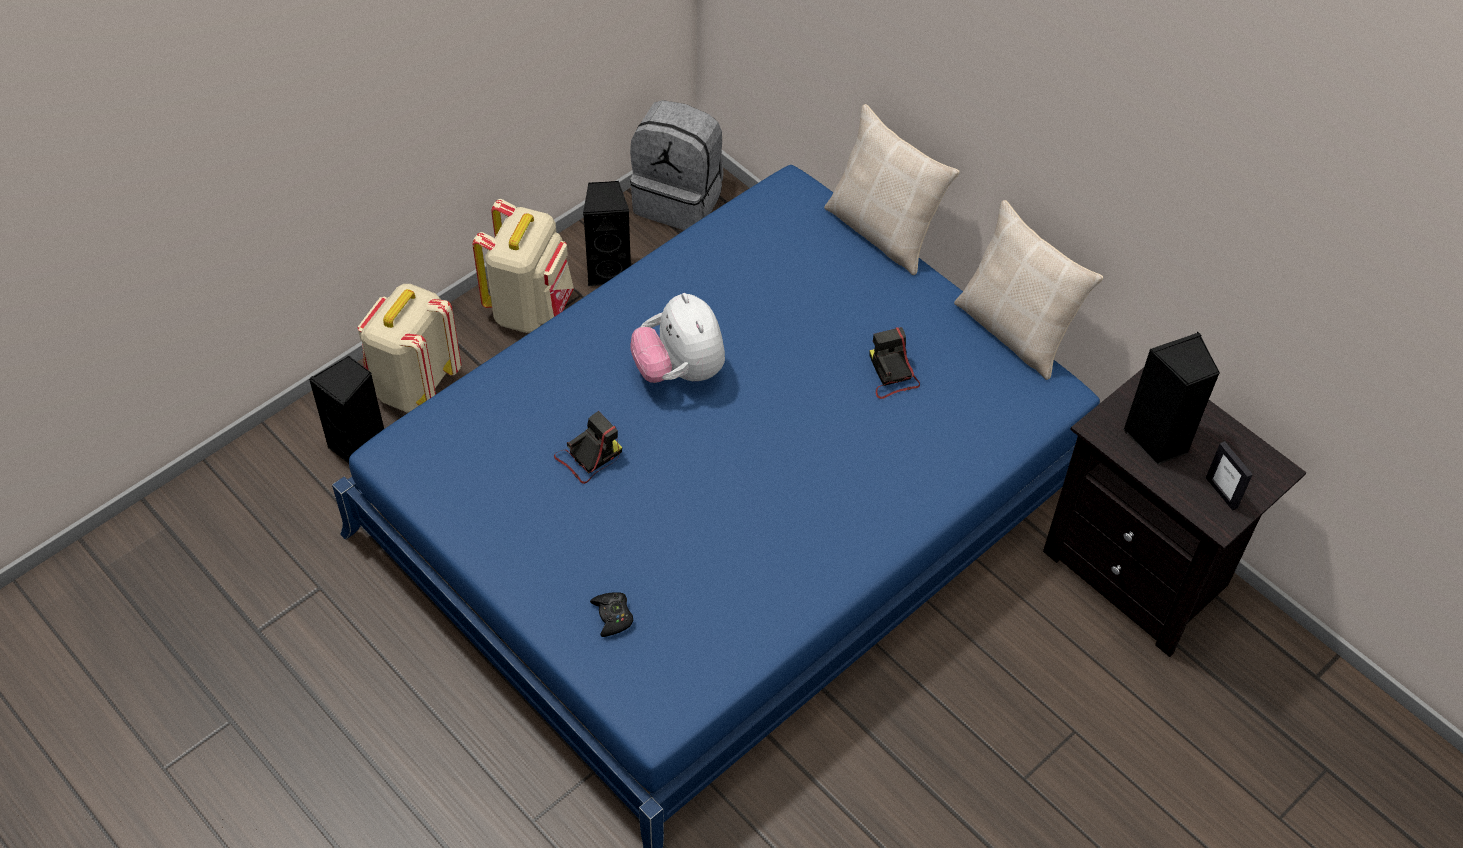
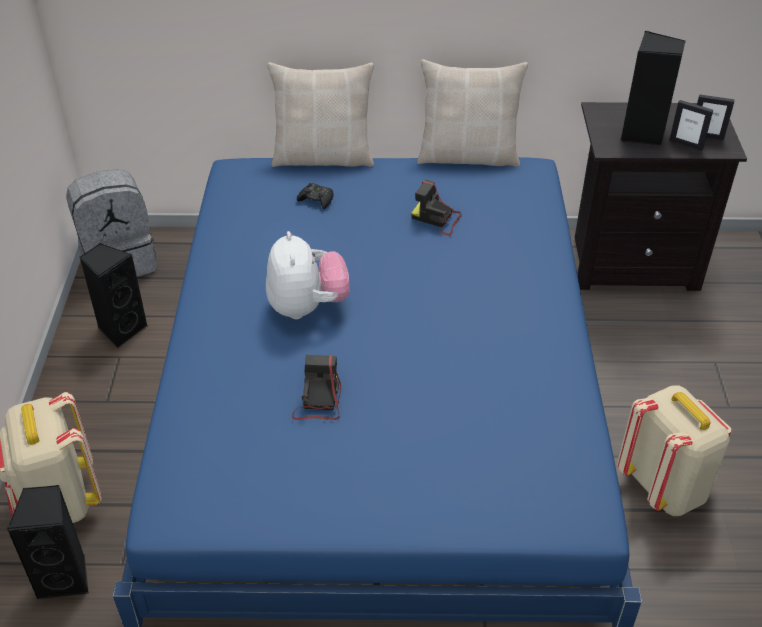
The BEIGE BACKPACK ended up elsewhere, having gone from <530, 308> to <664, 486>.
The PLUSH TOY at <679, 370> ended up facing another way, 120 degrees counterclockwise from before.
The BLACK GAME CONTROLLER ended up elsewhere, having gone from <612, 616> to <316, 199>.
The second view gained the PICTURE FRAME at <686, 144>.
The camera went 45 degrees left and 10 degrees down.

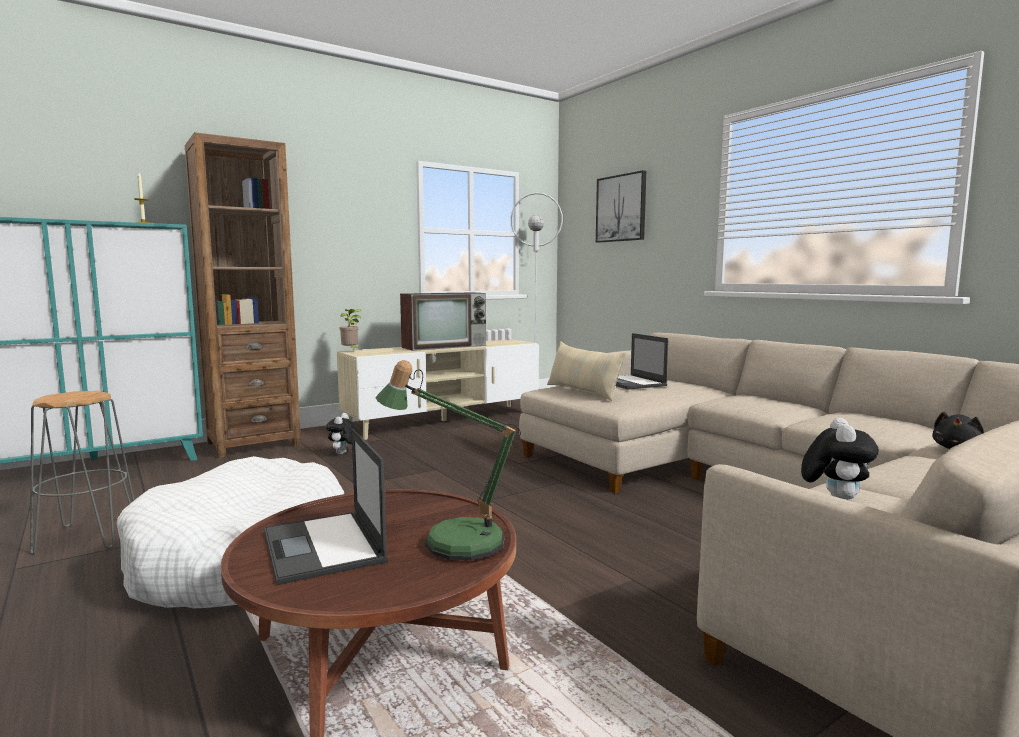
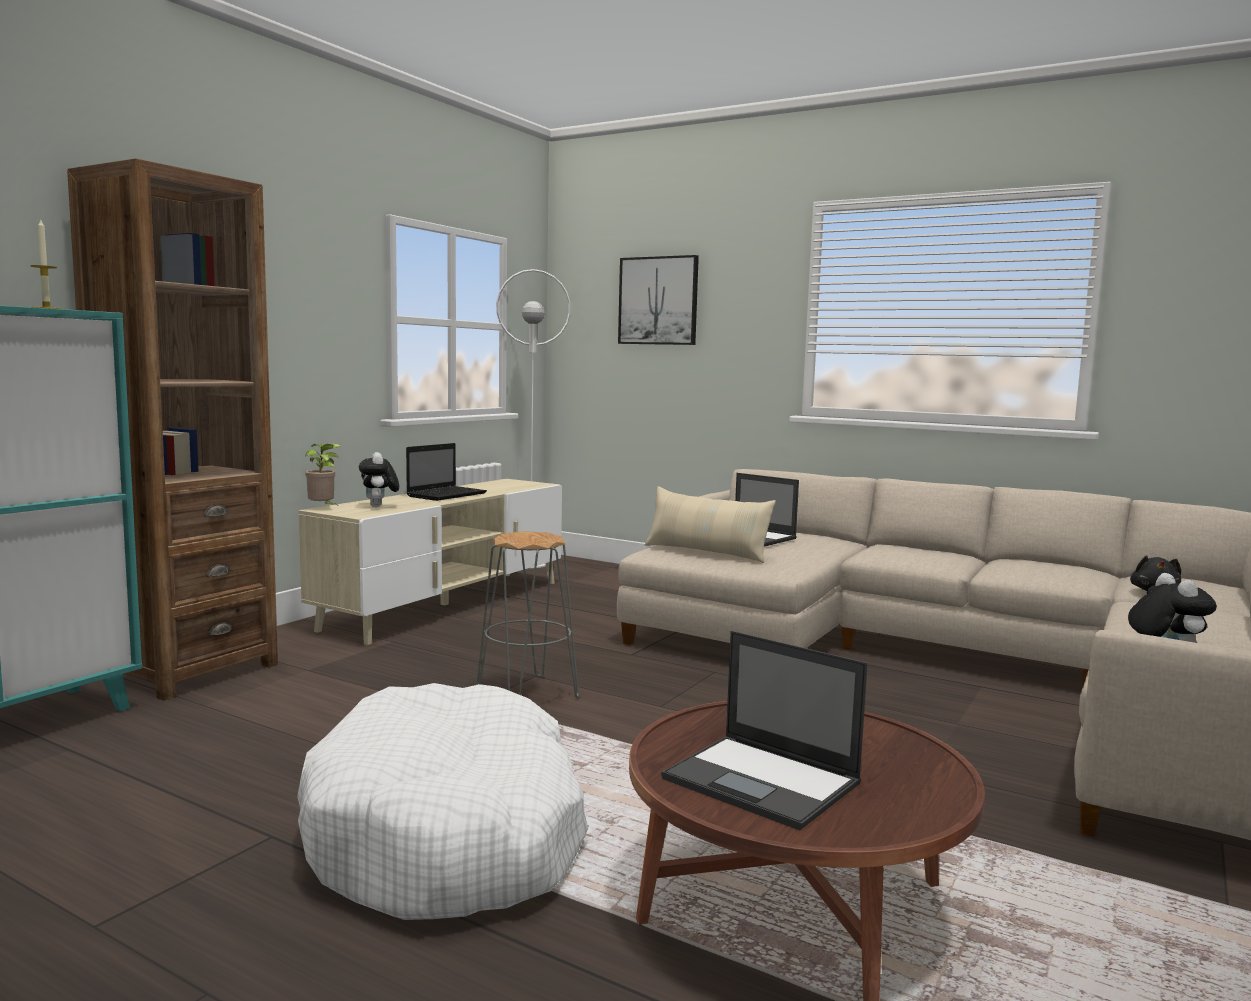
Where the TELEVISION stood at <445, 346>, the LAPTOP came to stand at <447, 495>.
The second view lost the TABLE LAMP at <452, 539>.
The GREY STOOL ended up elsewhere, having gone from <87, 537> to <527, 694>.
The PLUSH TOY ended up elsewhere, having gone from <343, 454> to <379, 506>.
The camera went 25 degrees left and 0 degrees up.

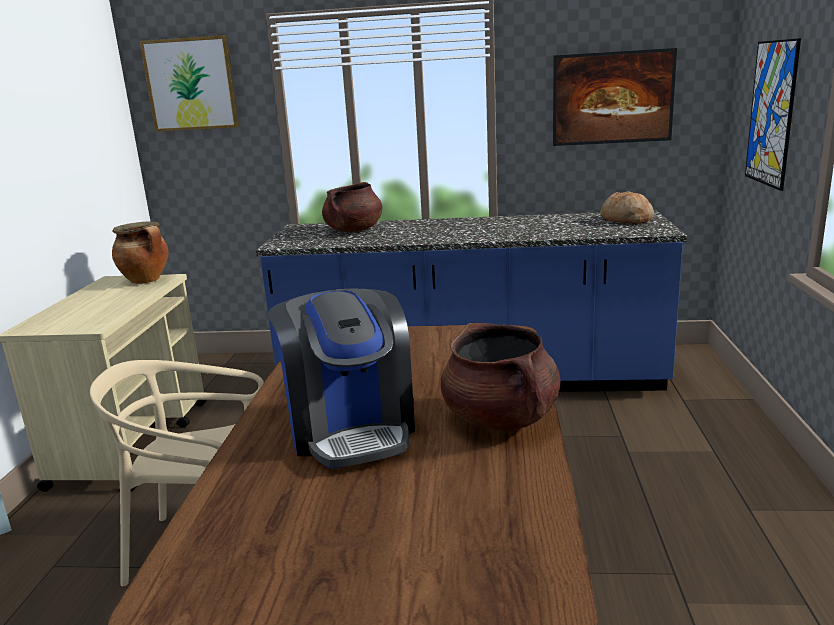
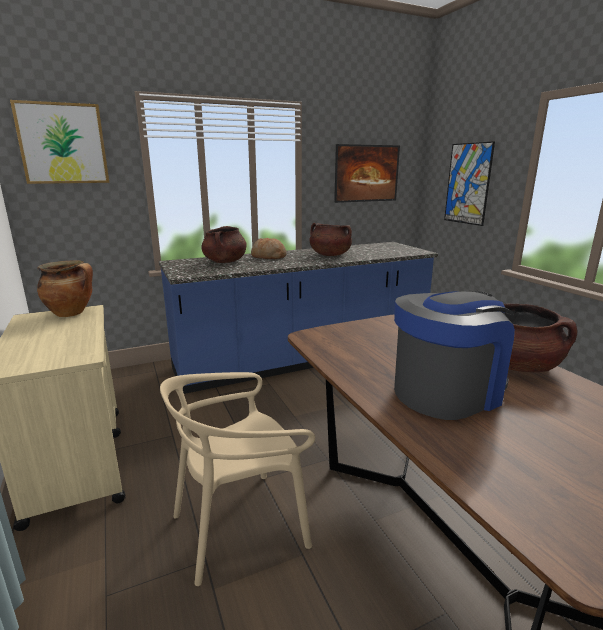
The BREAD ended up elsewhere, having gone from <626, 220> to <268, 257>.
The COFFEE MACHINE at <350, 428> ended up facing another way, 75 degrees counterclockwise from before.
The second view gained the BROWN COOKING POT at <329, 255>.
The camera went 30 degrees left and 0 degrees up.

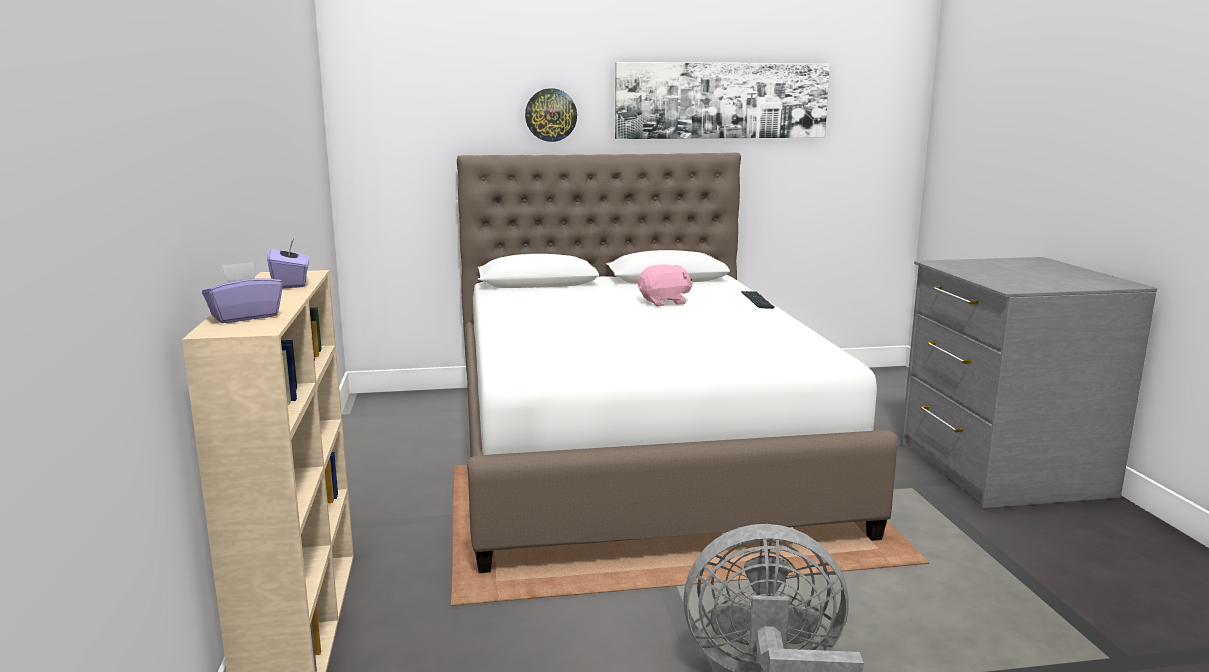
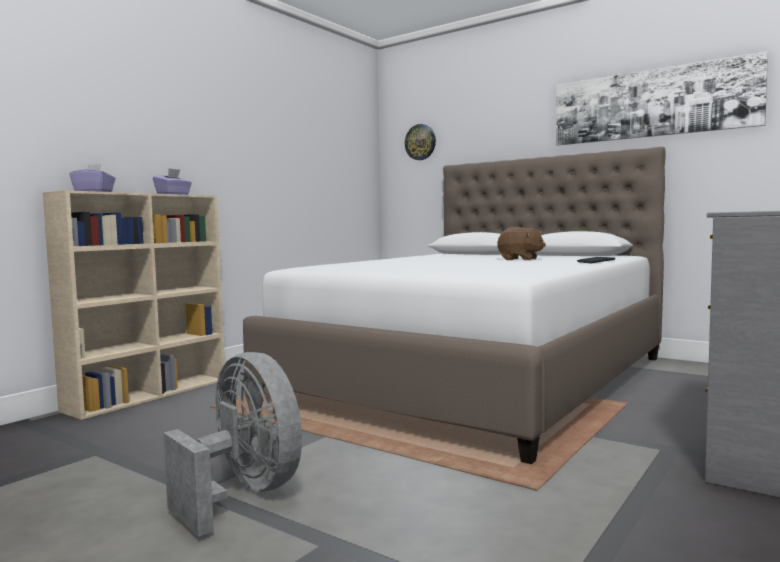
The WALL CLOCK ended up elsewhere, having gone from <551, 115> to <420, 142>.
What was the PINK PLUSH TOY at <664, 302> turned into the BROWN PLUSH TOY at <520, 259>.
The camera went 45 degrees right and 10 degrees down.

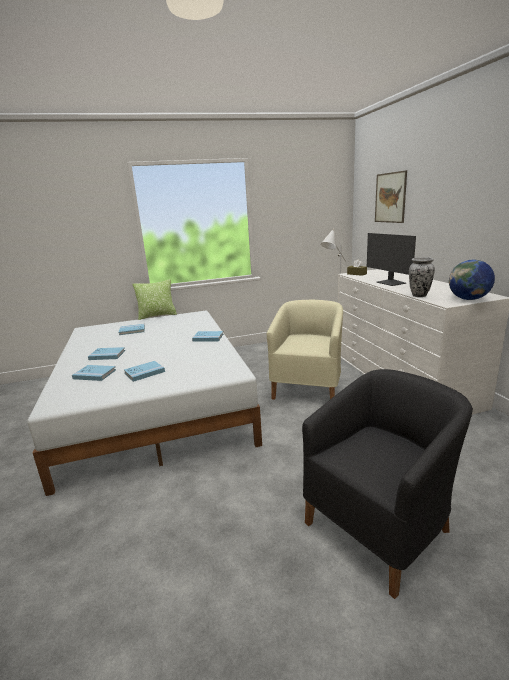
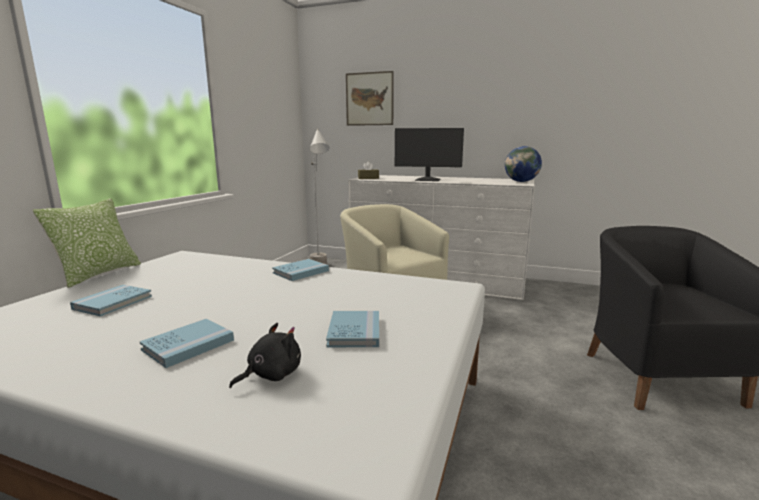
The second view lost the VASE at <419, 295>.
Where the BLUE BOOK stood at <94, 374>, the BLACK PLUSH TOY came to stand at <271, 375>.
The camera went 55 degrees left and 5 degrees down.

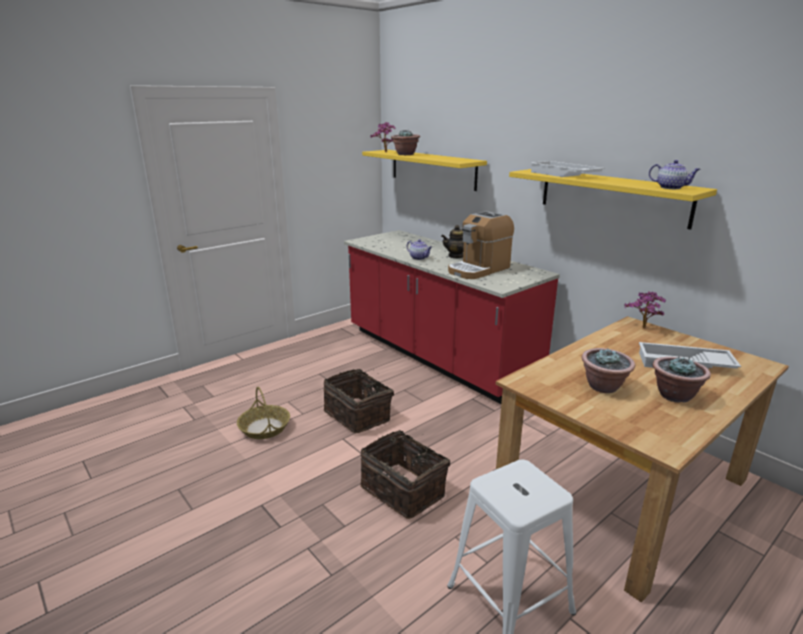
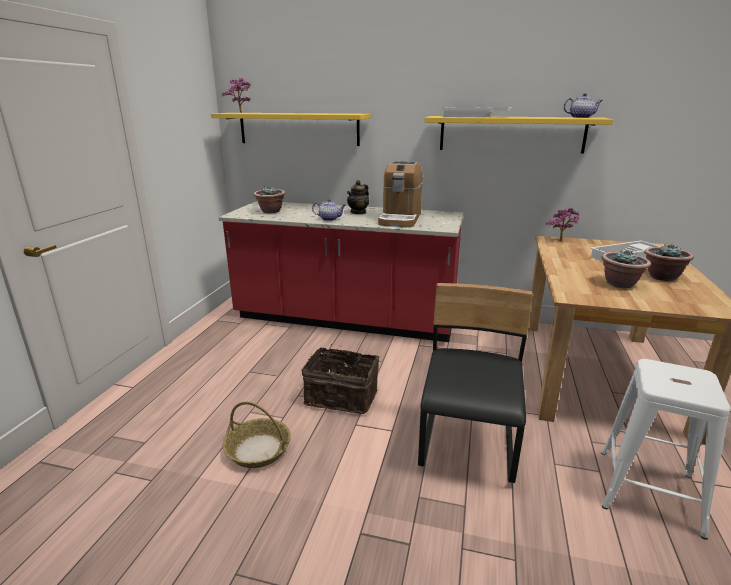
The POTTED PLANT ended up elsewhere, having gone from <405, 154> to <271, 211>.
Where the BASKET stood at <404, 490>, the BLACK CHAIR came to stand at <468, 445>.
The camera went 35 degrees left and 0 degrees up.

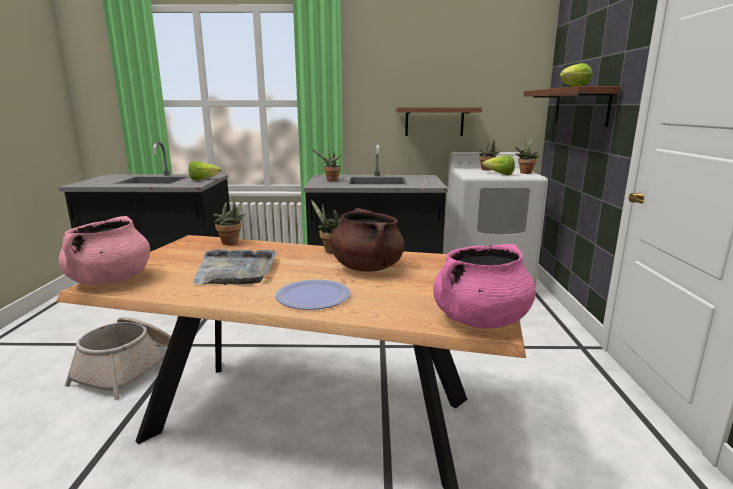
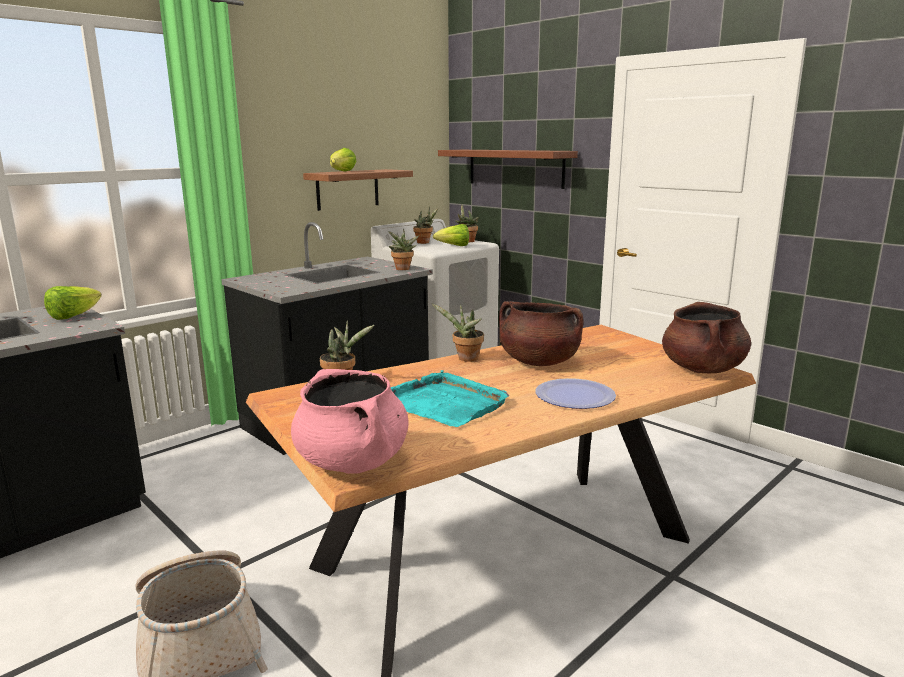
The LETTUCE ended up elsewhere, having gone from <573, 87> to <342, 171>.
The POTTED PLANT ended up elsewhere, having gone from <331, 180> to <402, 269>.
What was the PINK COOKING POT at <480, 320> turned into the BROWN COOKING POT at <702, 369>.
What was the GREY TRAY at <236, 270> turned into the TURQUOISE TRAY at <444, 403>.
The camera went 45 degrees left and 0 degrees up.

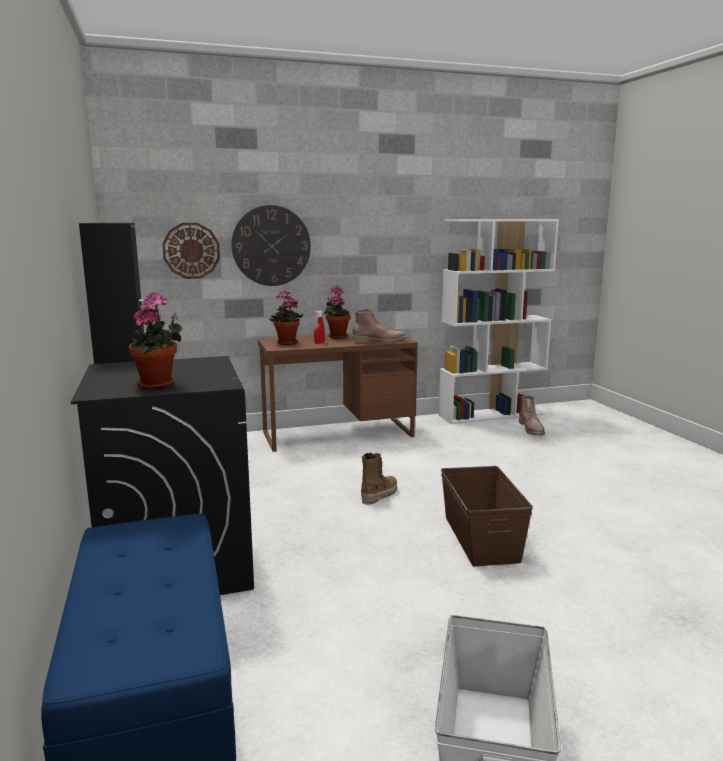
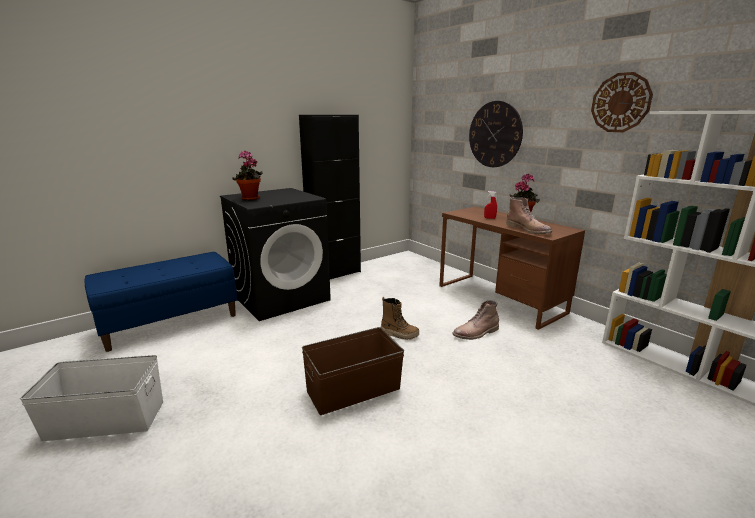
The WALL CLOCK ended up elsewhere, having gone from <191, 250> to <620, 103>.
The second view lost the POTTED PLANT at <286, 343>.
The BROWN BOOT ended up elsewhere, having gone from <532, 429> to <476, 333>.
The camera went 70 degrees right and 5 degrees up.

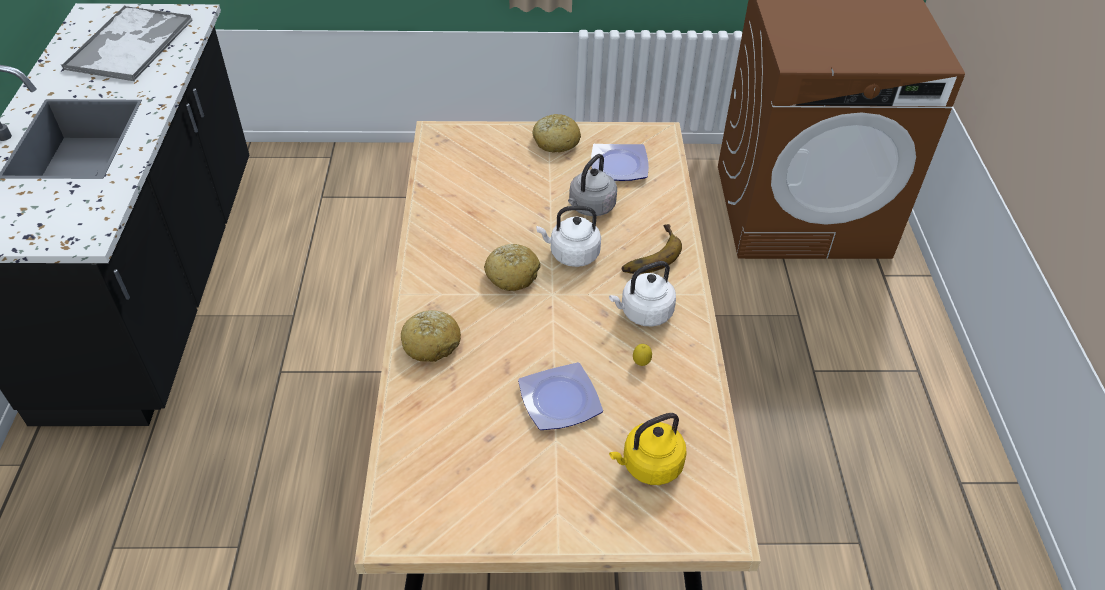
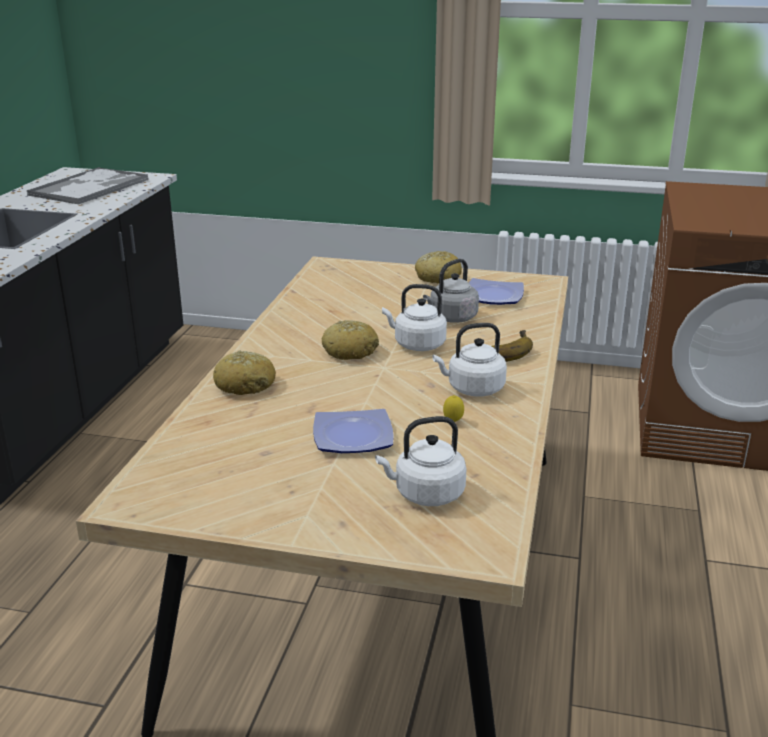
What was the YELLOW KETTLE at <649, 466> turned into the WHITE KETTLE at <425, 494>.
The camera went 15 degrees right and 20 degrees down.

